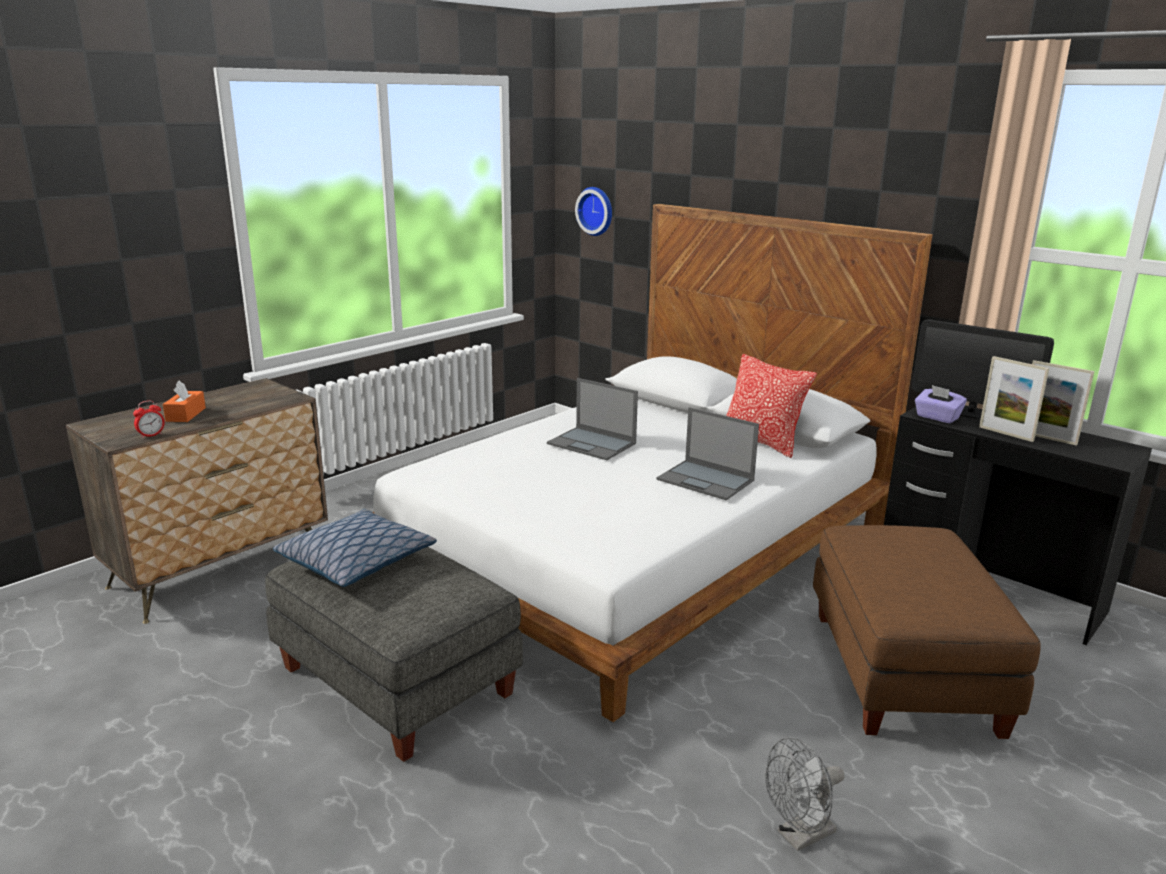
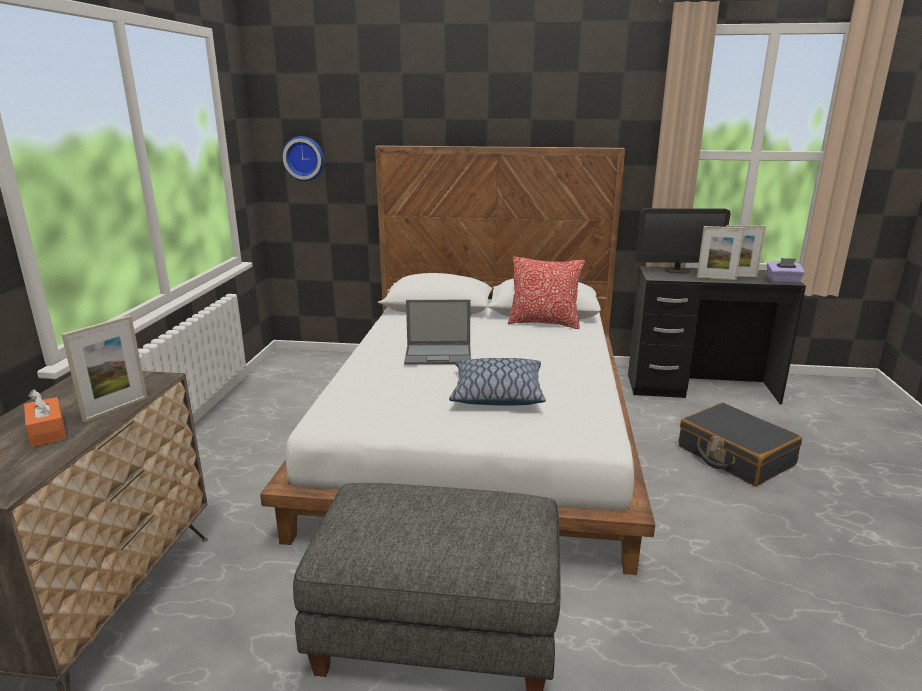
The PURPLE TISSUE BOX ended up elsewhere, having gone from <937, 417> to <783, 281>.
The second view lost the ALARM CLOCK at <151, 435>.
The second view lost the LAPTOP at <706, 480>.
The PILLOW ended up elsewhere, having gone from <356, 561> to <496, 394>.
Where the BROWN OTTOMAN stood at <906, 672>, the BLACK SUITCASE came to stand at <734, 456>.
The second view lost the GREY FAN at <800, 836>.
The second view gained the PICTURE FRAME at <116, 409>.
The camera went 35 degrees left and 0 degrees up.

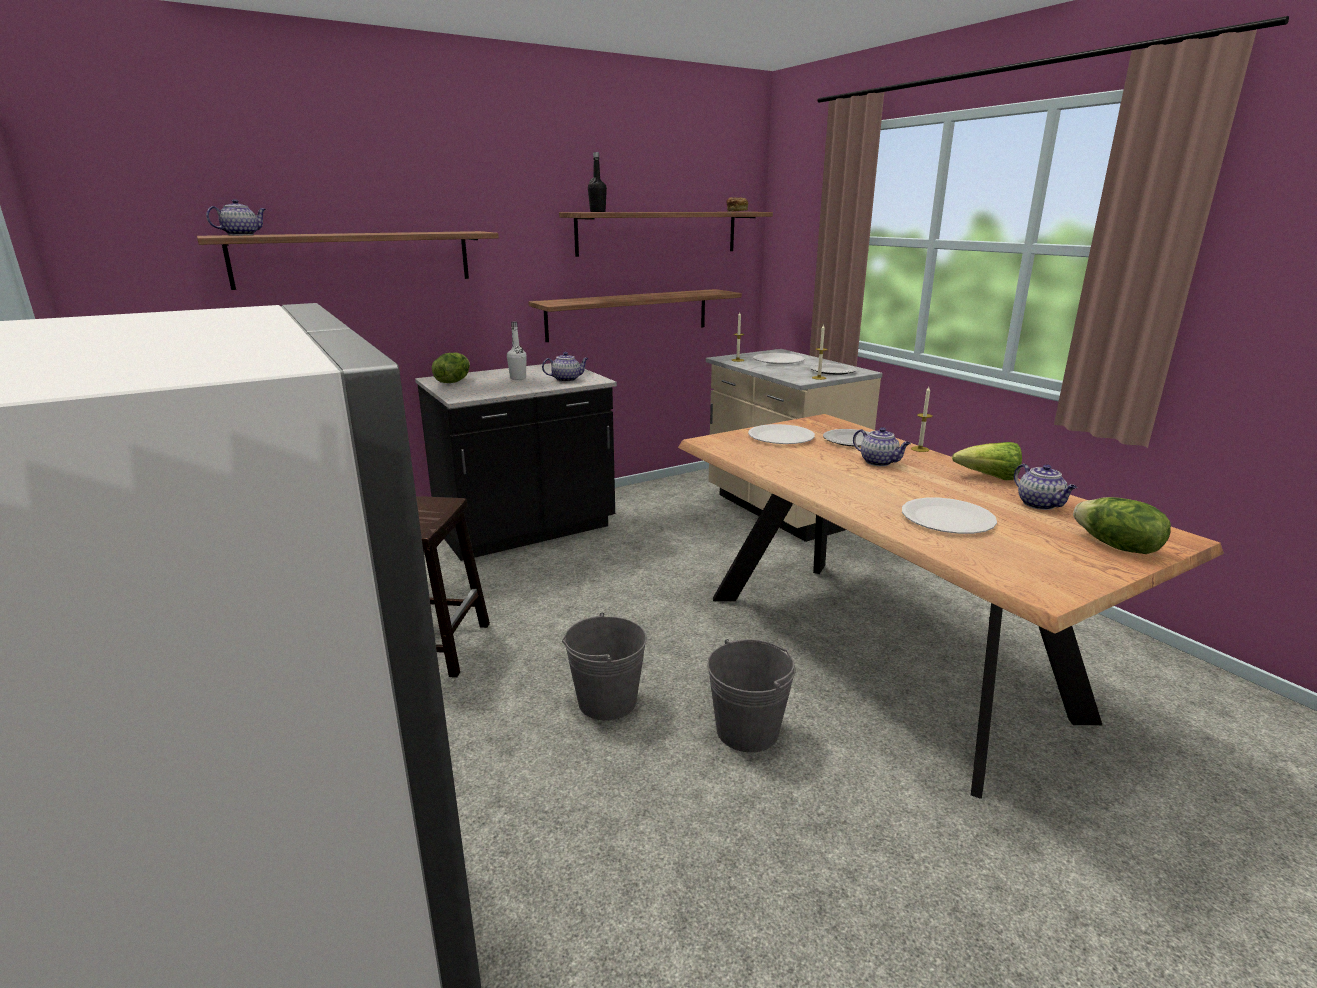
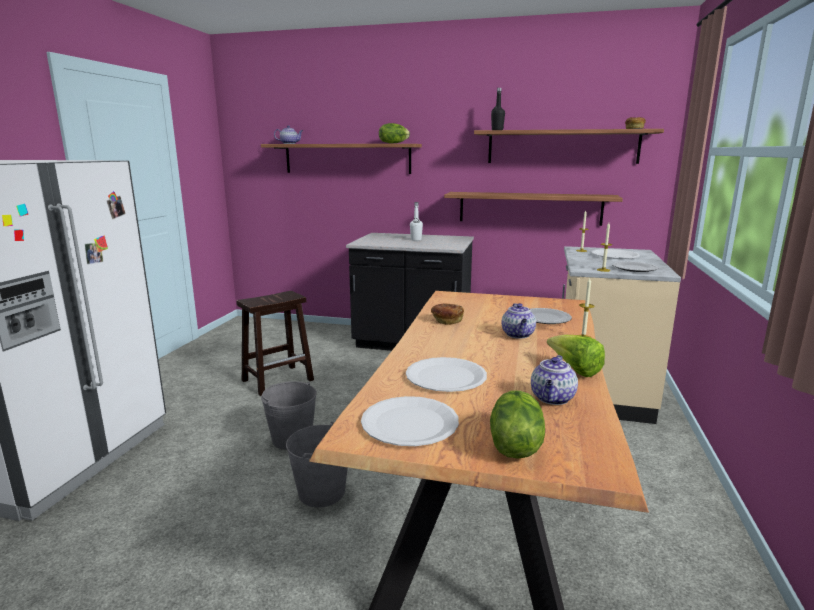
The second view lost the TEAPOT at <567, 379>.
The LETTUCE ended up elsewhere, having gone from <453, 381> to <393, 143>.
The WHITE PLATE ended up elsewhere, having gone from <781, 437> to <410, 423>.
The second view gained the BREAD at <446, 321>.
The camera went 45 degrees right and 5 degrees down.

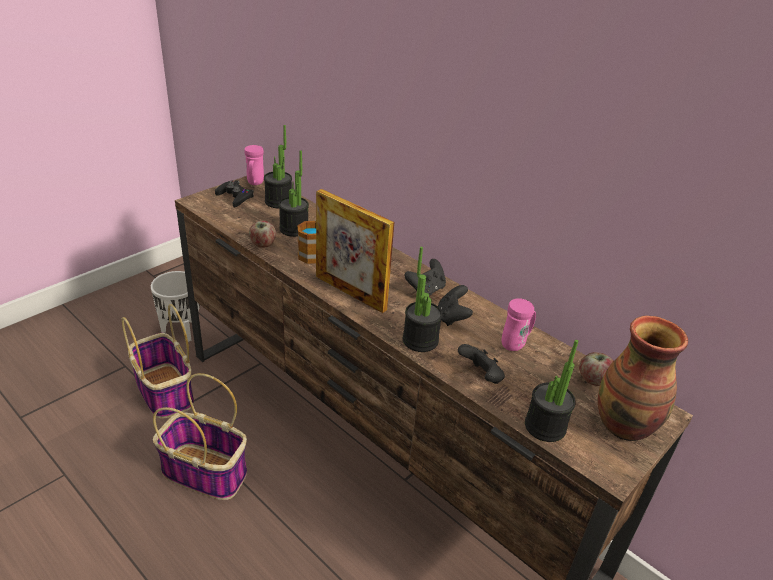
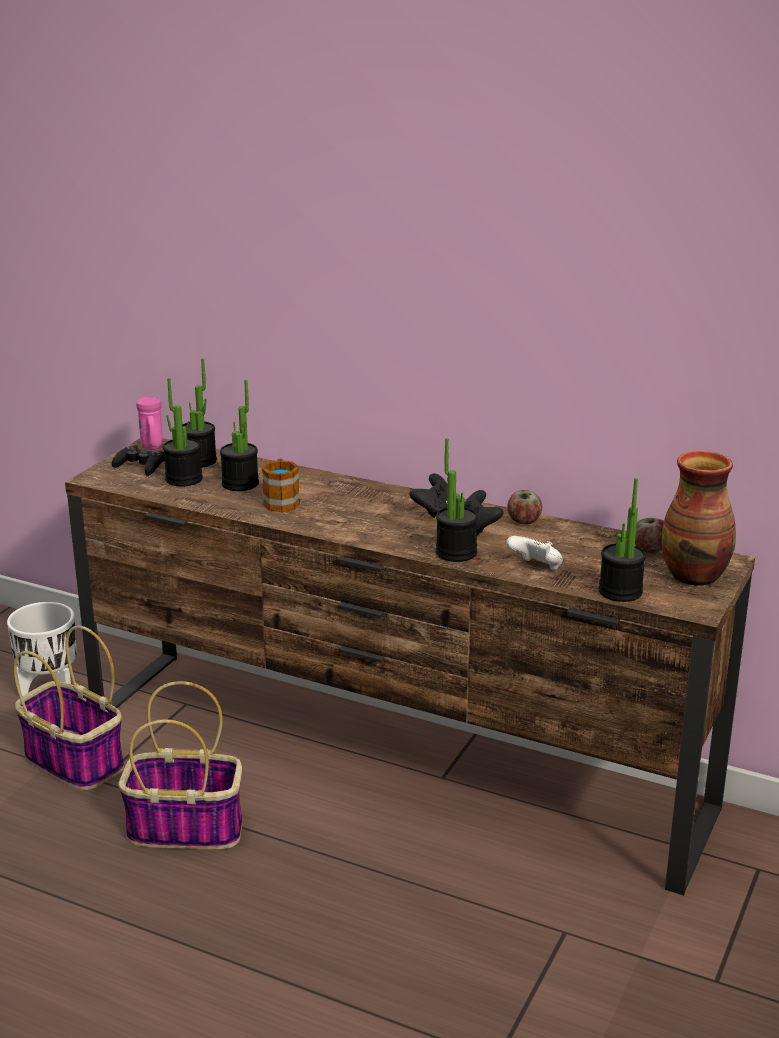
The second view lost the PICTURE FRAME at <350, 292>.
The APPLE ended up elsewhere, having gone from <262, 244> to <523, 521>.
The second view lost the PINK MUG at <516, 343>.
What was the BLACK GAME CONTROLLER at <481, 376> turned into the WHITE GAME CONTROLLER at <536, 568>.
The second view gained the POTTED PLANT at <184, 479>.
The camera went 15 degrees left and 10 degrees down.

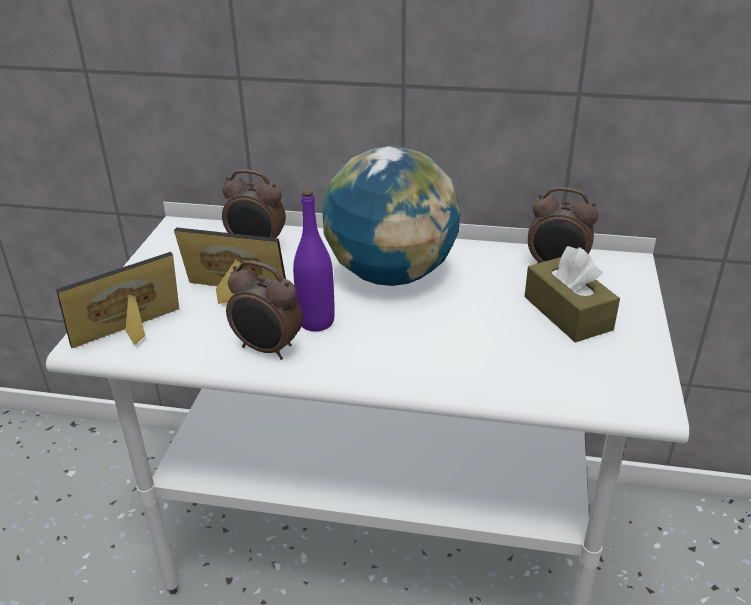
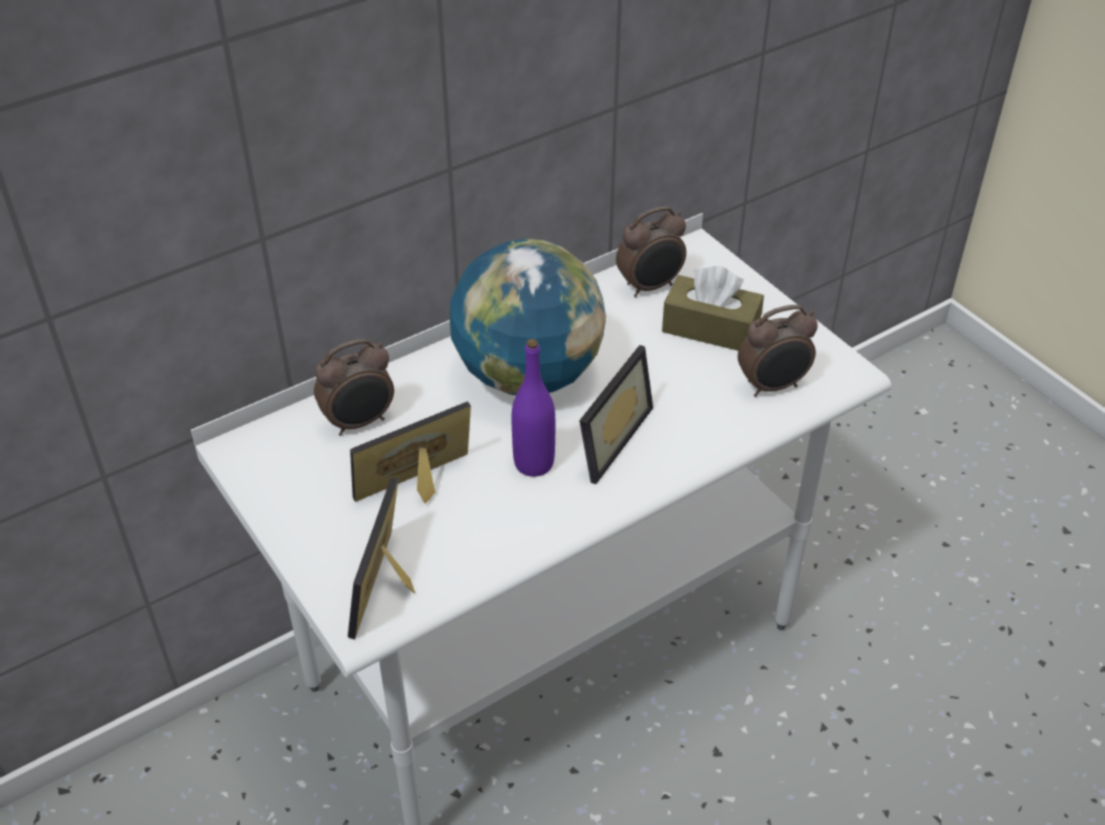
The ALARM CLOCK ended up elsewhere, having gone from <267, 349> to <773, 386>.
The second view gained the PICTURE FRAME at <605, 437>.
The camera went 45 degrees left and 10 degrees up.

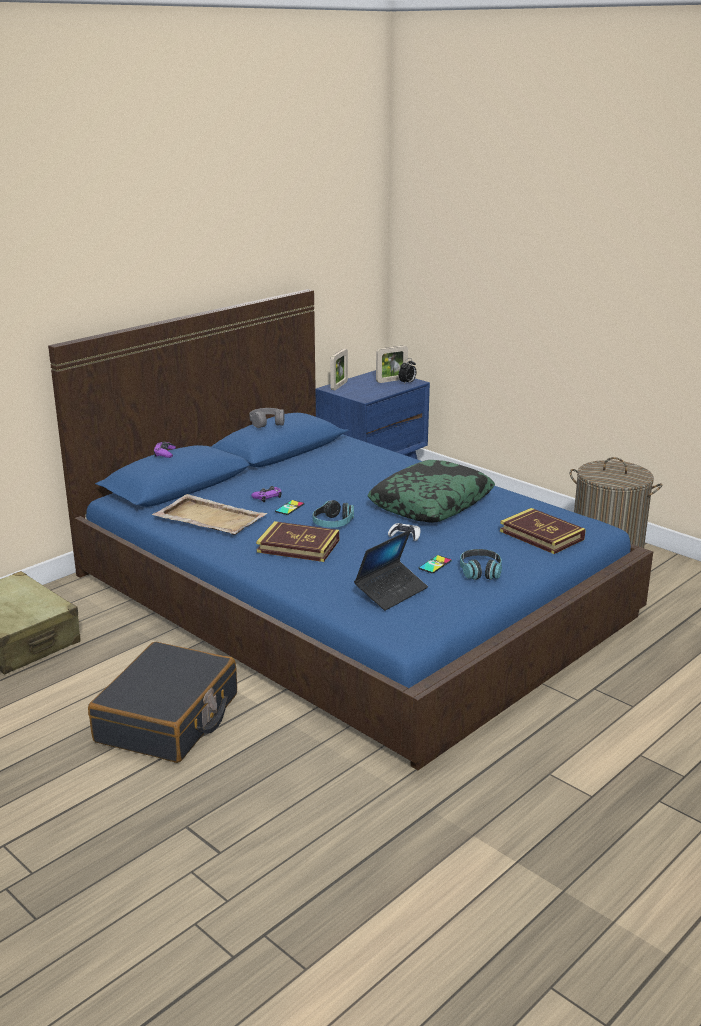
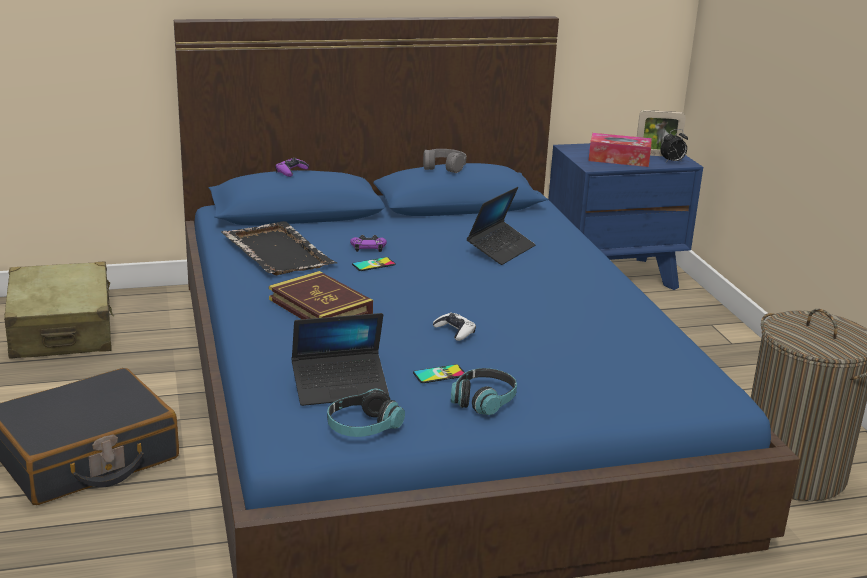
The second view lost the PICTURE FRAME at <339, 386>.
The second view lost the PILLOW at <431, 503>.
What was the BEIGE TRAY at <209, 518> turned into the BLACK TRAY at <277, 252>.
The HEADPHONES ended up elsewhere, having gone from <333, 523> to <363, 427>.
The second view lost the BOOK at <541, 535>.
The second view gained the TISSUE BOX at <619, 159>.
The second view gained the LAPTOP at <501, 249>.
The camera went 30 degrees right and 0 degrees up.

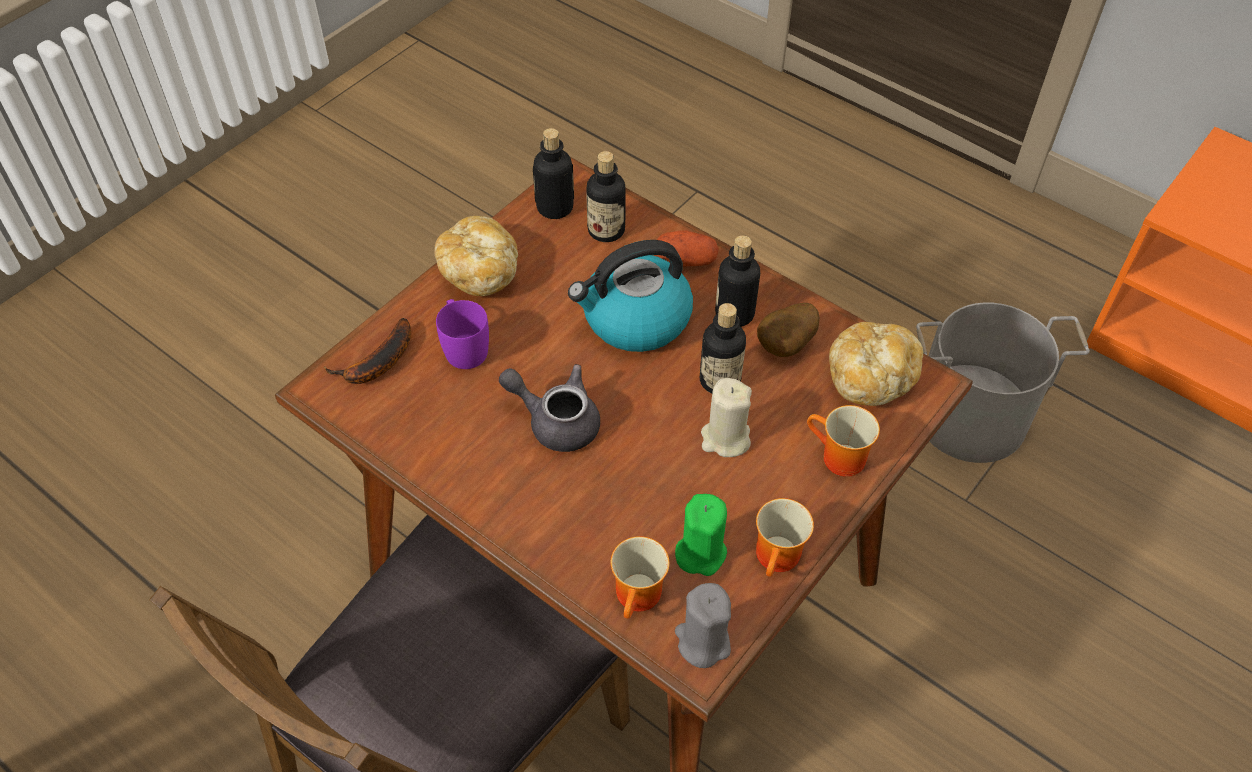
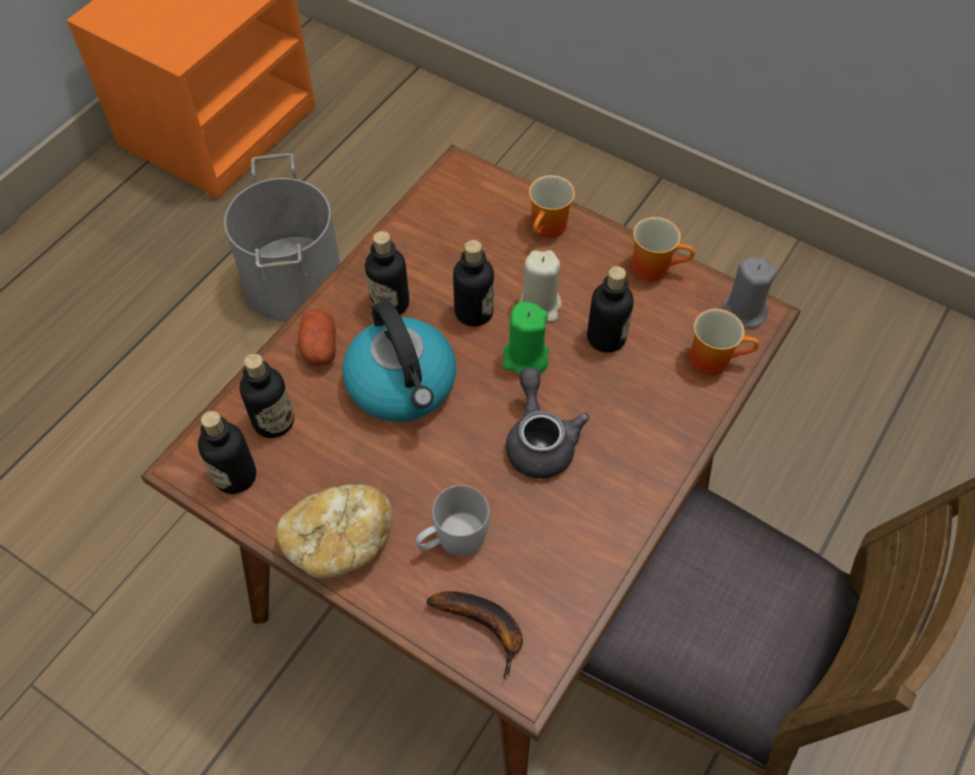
What was the PURPLE MUG at <463, 346> turned into the WHITE MUG at <452, 540>.
The second view lost the POTATO at <786, 347>.
The second view lost the BREAD at <871, 377>.
The GREY TEAPOT at <556, 421> ended up facing another way, 150 degrees clockwise from before.
The GREEN CANDLE ended up elsewhere, having gone from <700, 552> to <525, 358>.
The second view gained the BOTTLE at <606, 337>.
The camera went 95 degrees left and 5 degrees up.

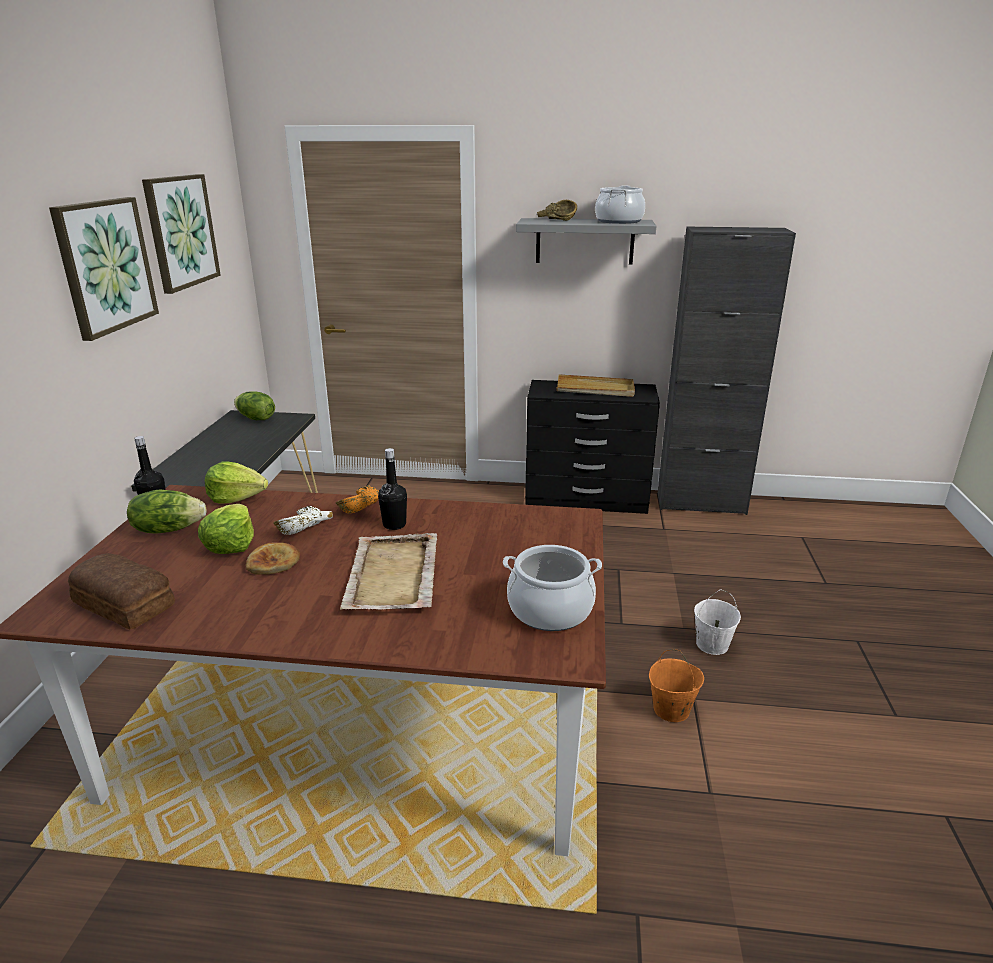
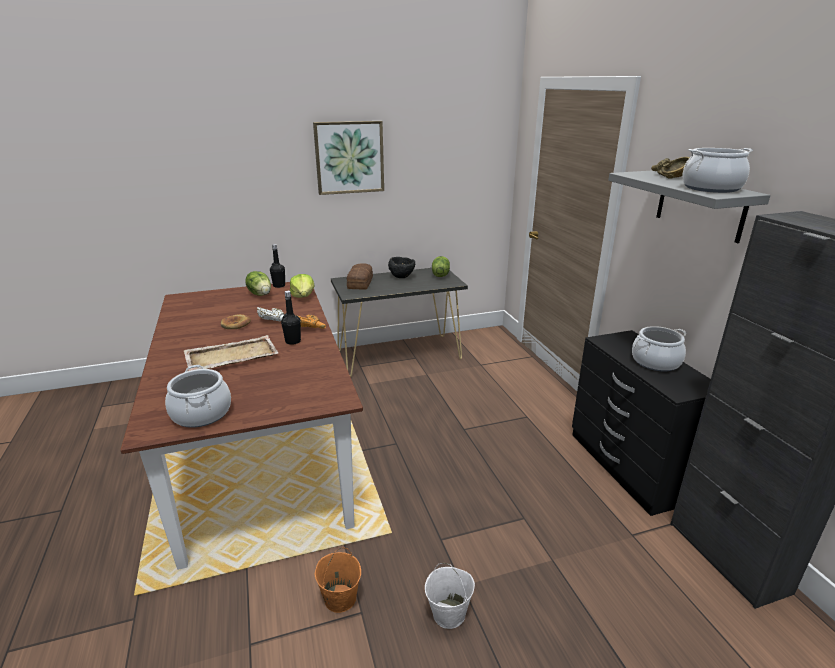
The second view lost the PICTURE at <181, 231>.
Where the BEIGE TRAY stood at <595, 389>, the COOKING POT came to stand at <656, 362>.
The second view lost the LETTUCE at <231, 544>.
The BREAD ended up elsewhere, having gone from <124, 602> to <361, 283>.
The second view gained the BLACK BOWL at <402, 277>.
The camera went 65 degrees right and 0 degrees up.

